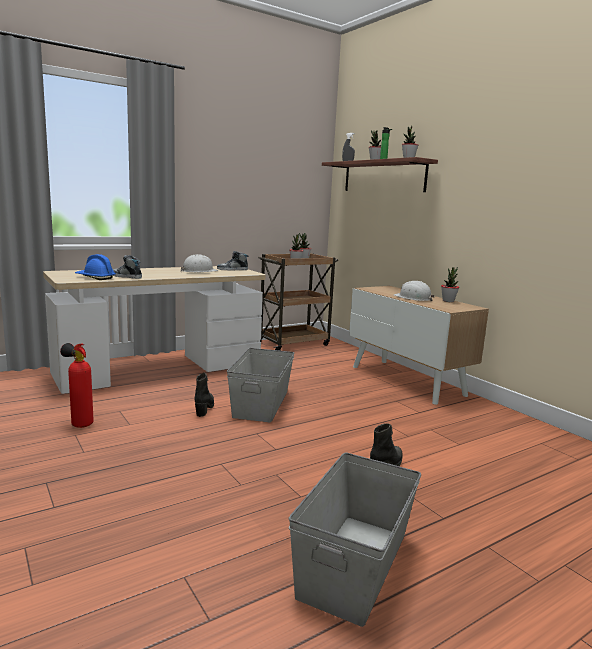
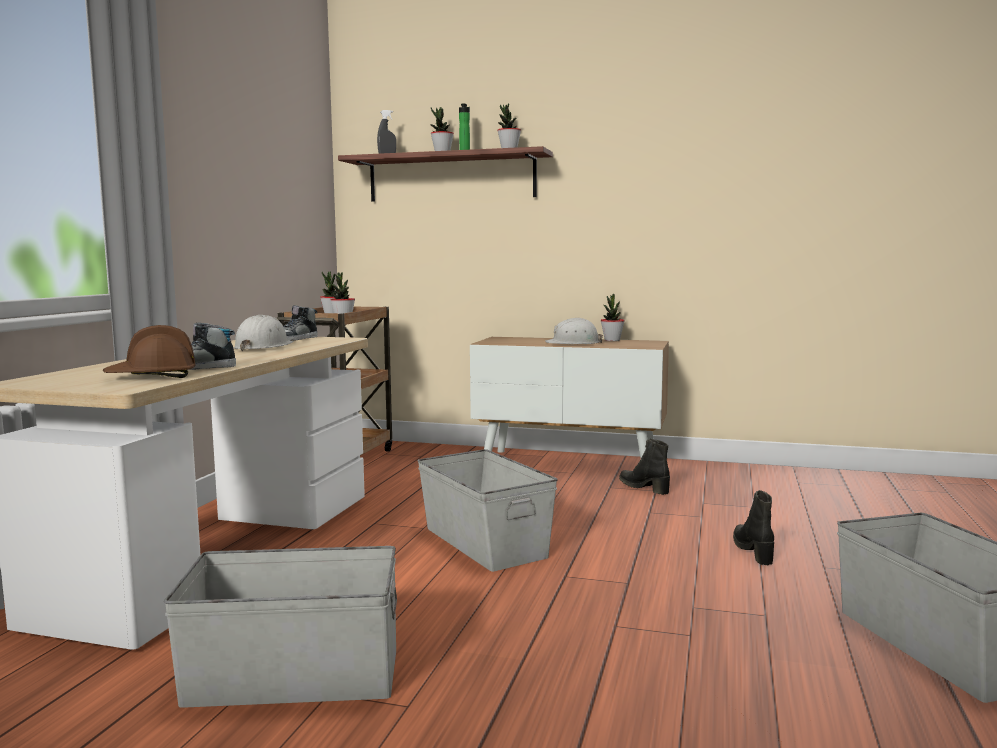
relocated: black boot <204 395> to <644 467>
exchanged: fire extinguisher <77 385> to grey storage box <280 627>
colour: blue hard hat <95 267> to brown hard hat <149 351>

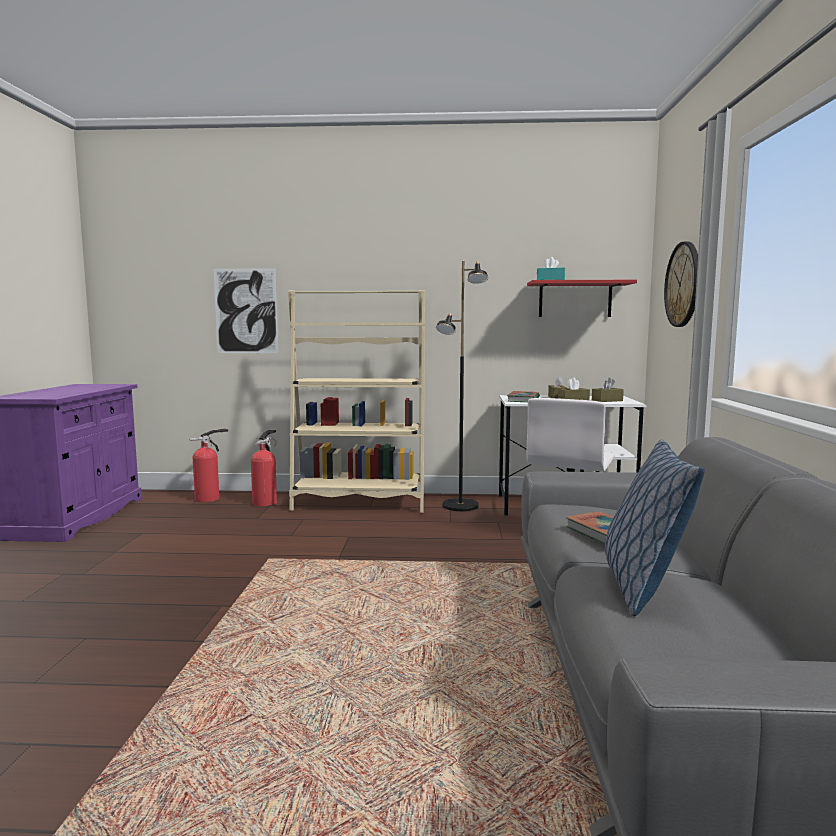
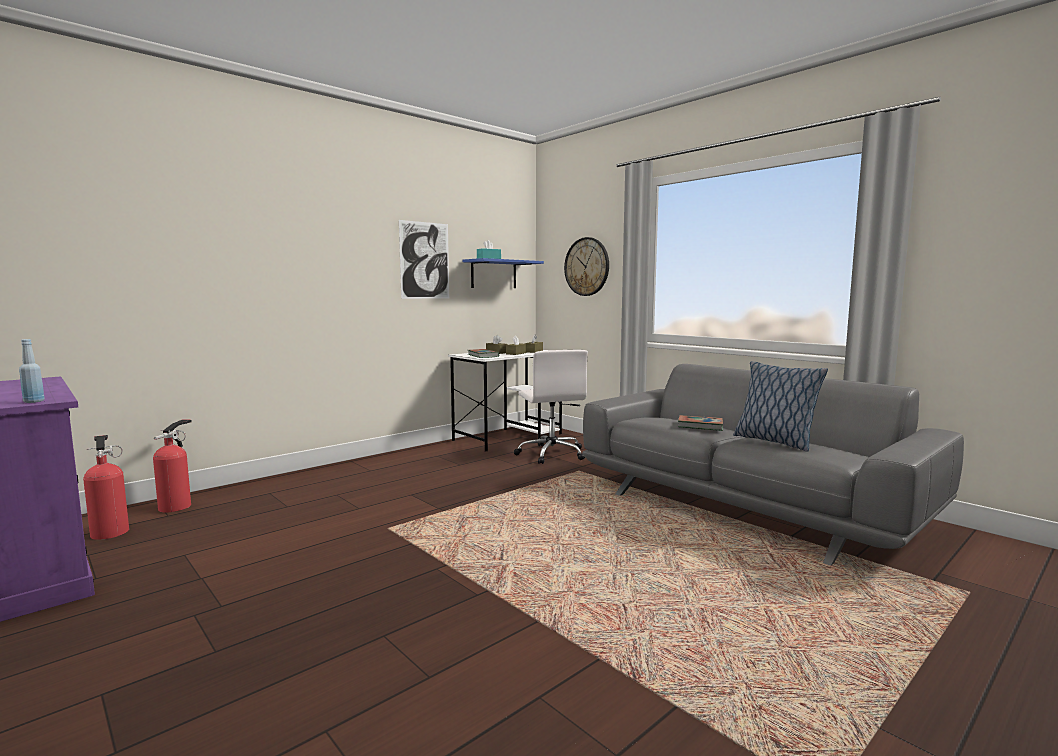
missing: beige bookcase <356 401>; black floor lamp <462 386>
appeared: blue bottle <32 371>
relocated: picture <246 311> to <424 259>; fire extinguisher <264 468> to <106 487>
colour: red shelf <582 298> to blue shelf <503 273>

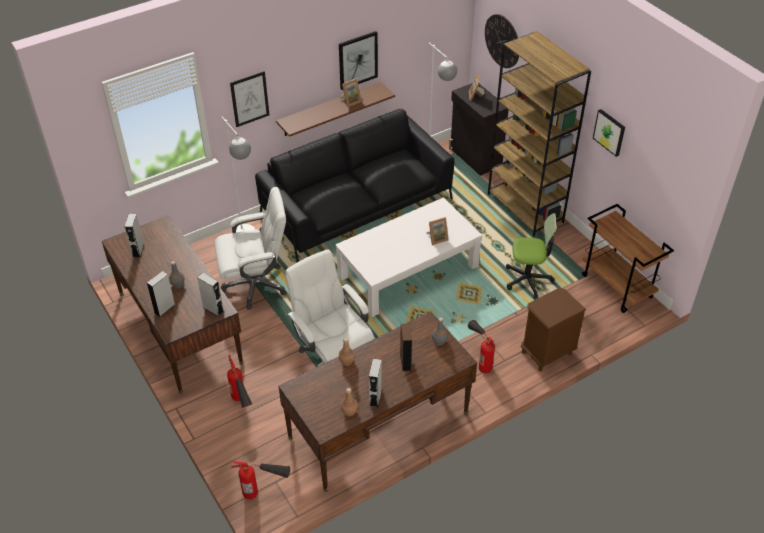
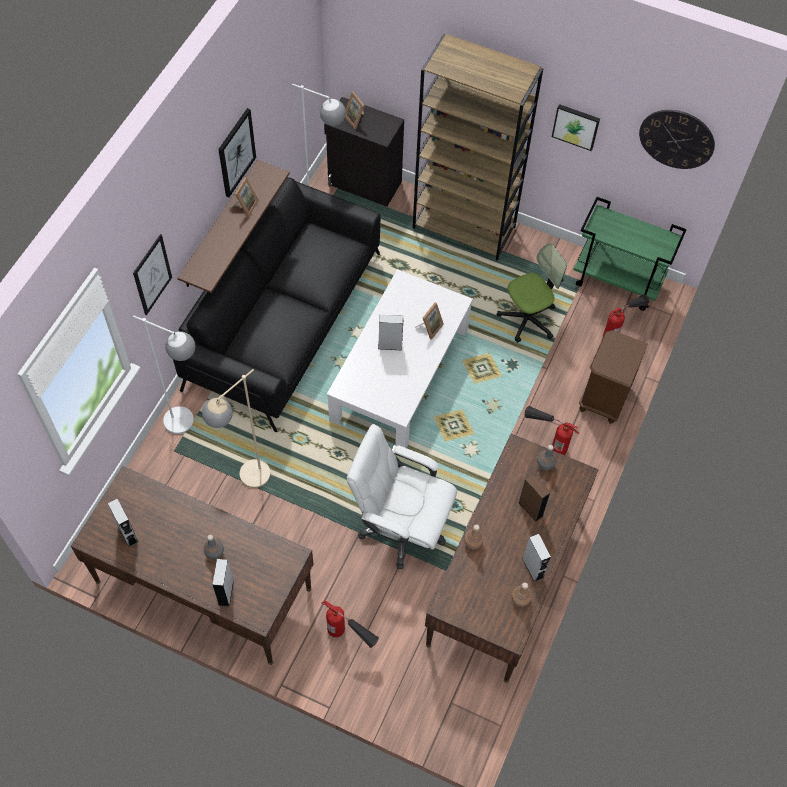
relocated: grey speaker <210 295> to <390 332>; fire extinguisher <260 480> to <626 316>; wall clock <502 41> to <677 139>
exchanged: white office chair <251 248> to beige floor lamp <236 428>
colour: brown cart <628 258> to green cart <630 254>

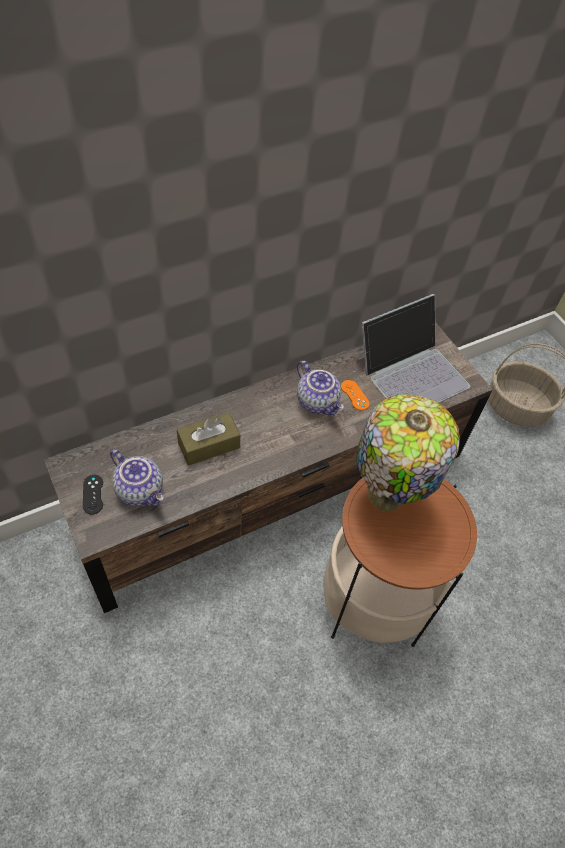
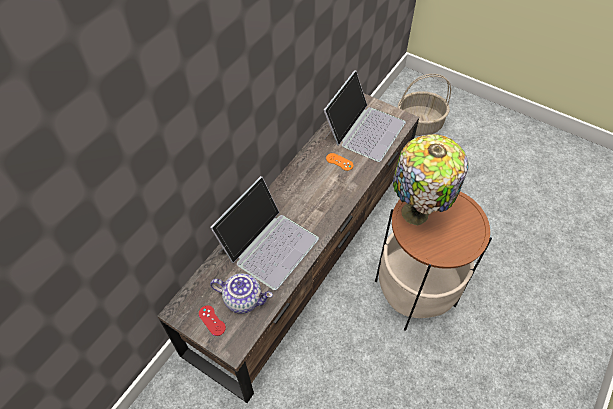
missing: teapot <320 388>
exchanged: brown tissue box <208 439> to laptop <264 233>
colour: black game controller <93 495> to red game controller <212 321>

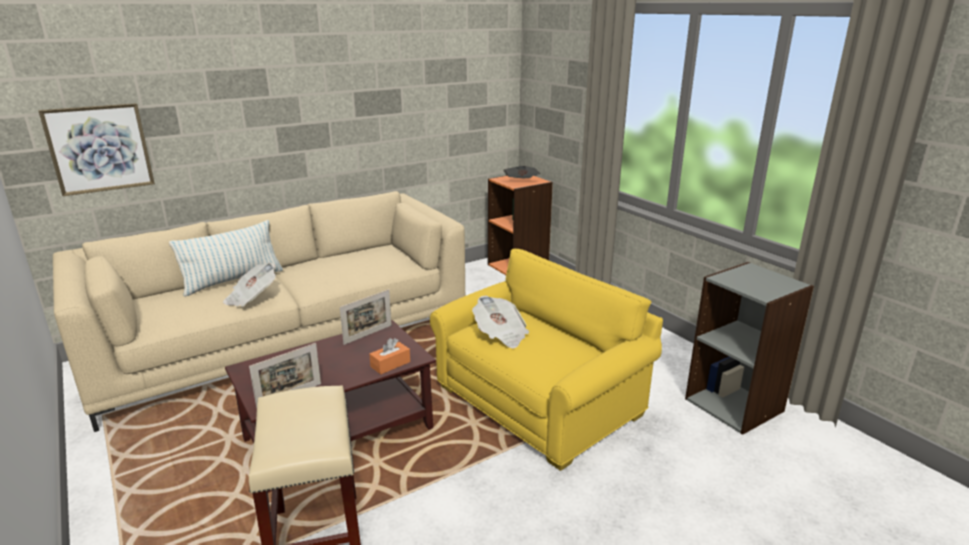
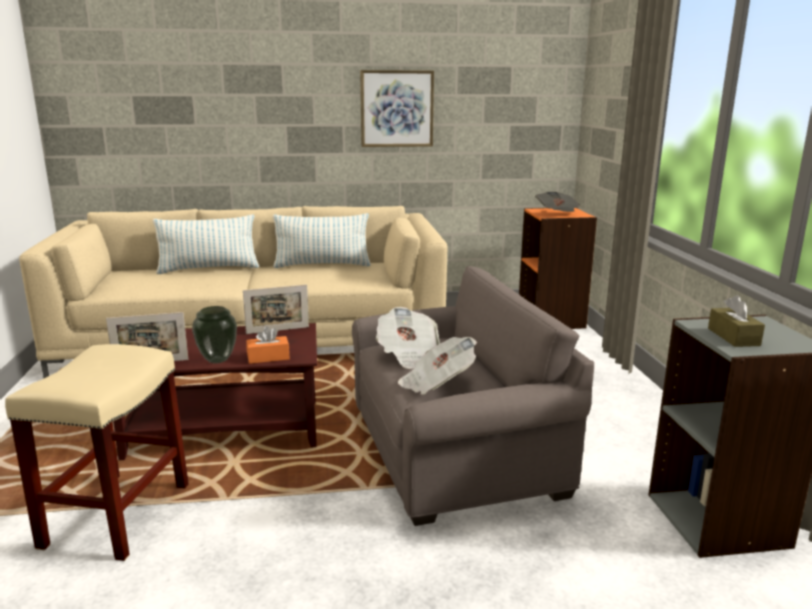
appeared: vase <214 335>; pillow <322 240>; brown tissue box <736 321>
relocated: picture <97 149> to <397 108>; newspaper <249 285> to <437 366>
colour: yellow armchair <546 360> to grey armchair <473 396>

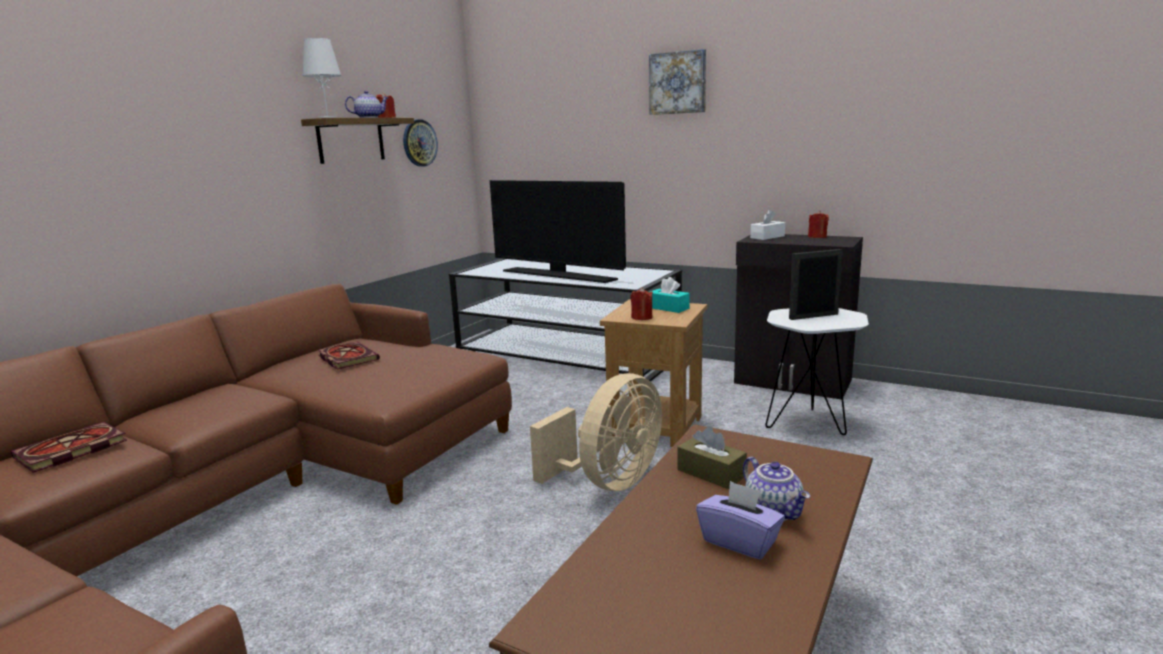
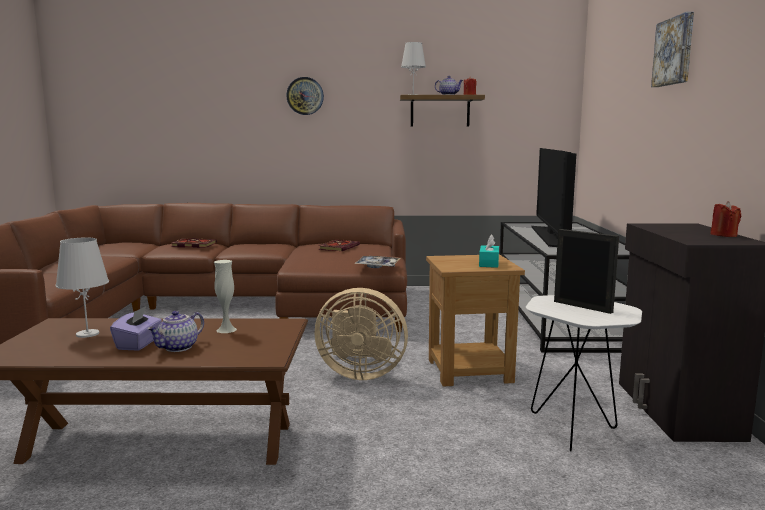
missing: red candle <642 303>; white tissue box <767 225>
appeared: white table lamp <82 287>; tray <377 262>
relocated: wall clock <420 143> to <305 96>
exchanged: brown tissue box <712 457> to white vase <225 296>

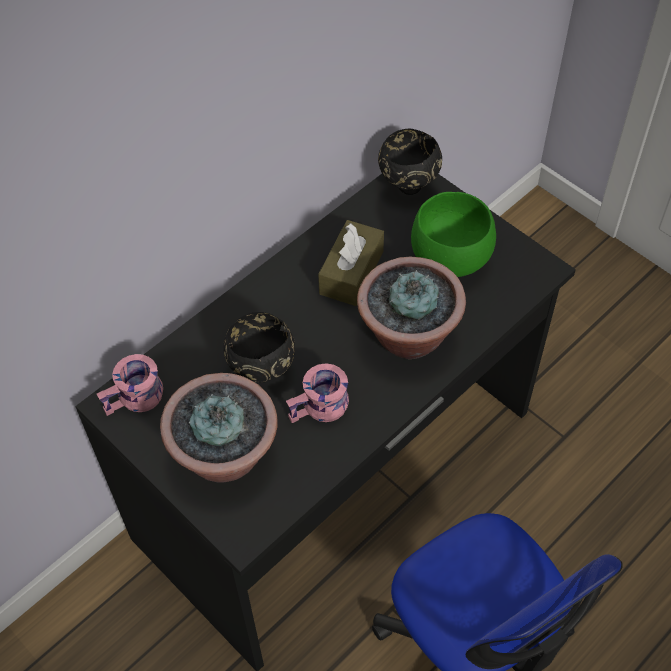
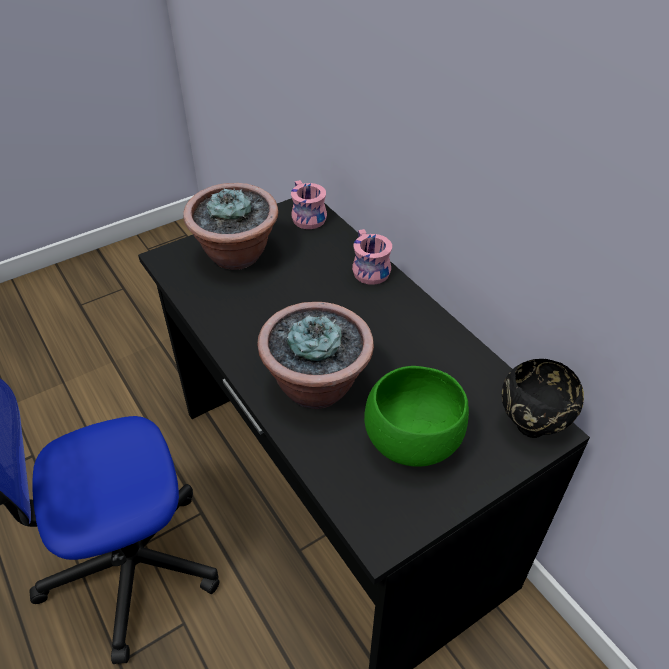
missing: black bowl <259 347>; brown tissue box <351 263>
relocated: pink mug <317 393> to <372 257>

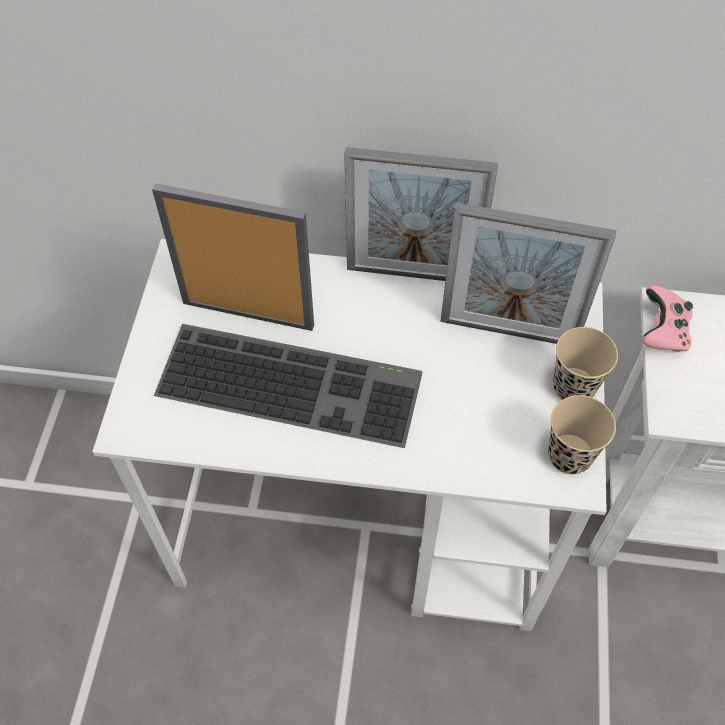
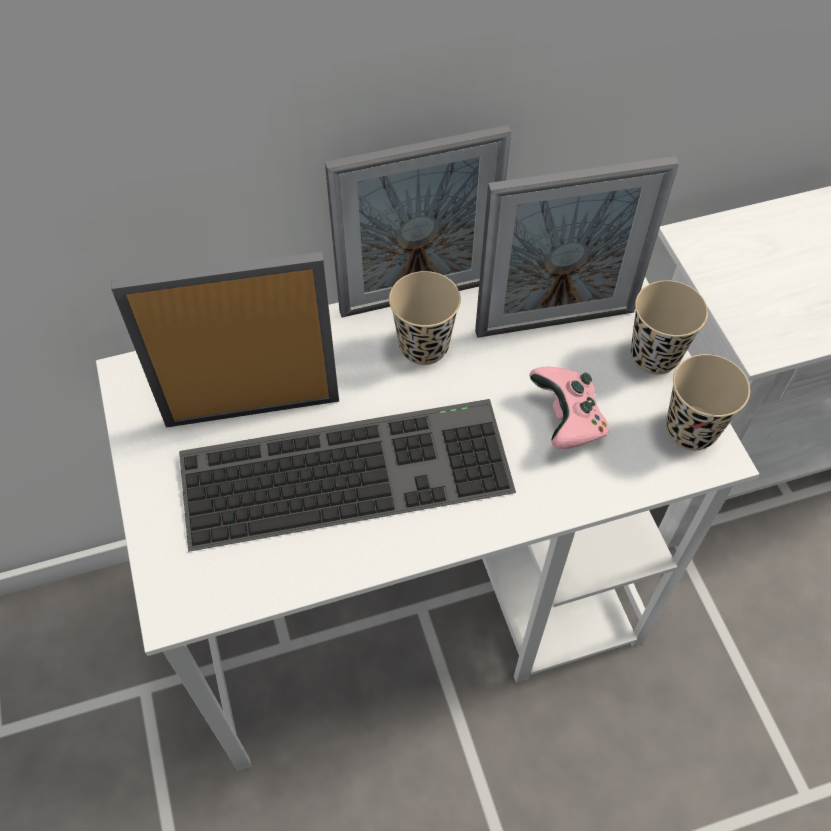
appeared: beige cup <425 318>
relocated: pink game controller <667 318> to <568 408>

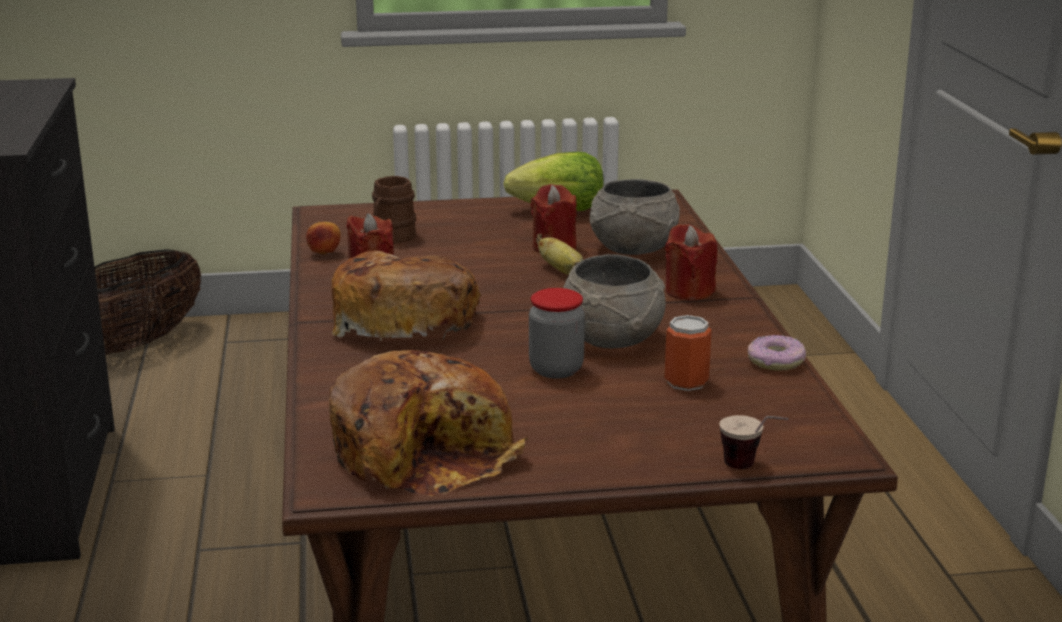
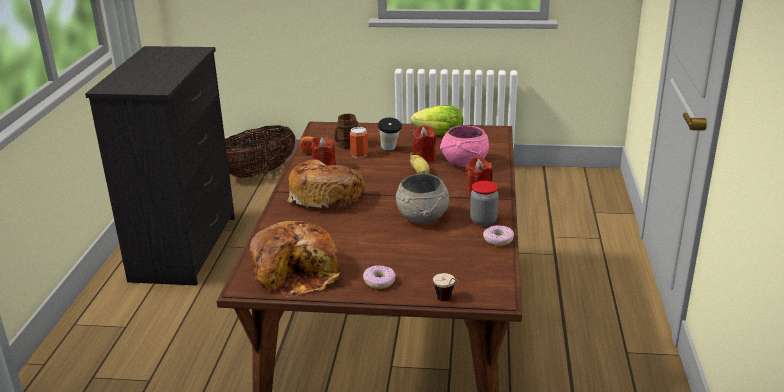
appeared: donut <379 277>; cup <390 134>
relocated: jar <557 333> to <484 203>; can <688 353> to <359 142>
colour: grey bowl <635 217> to pink bowl <464 146>

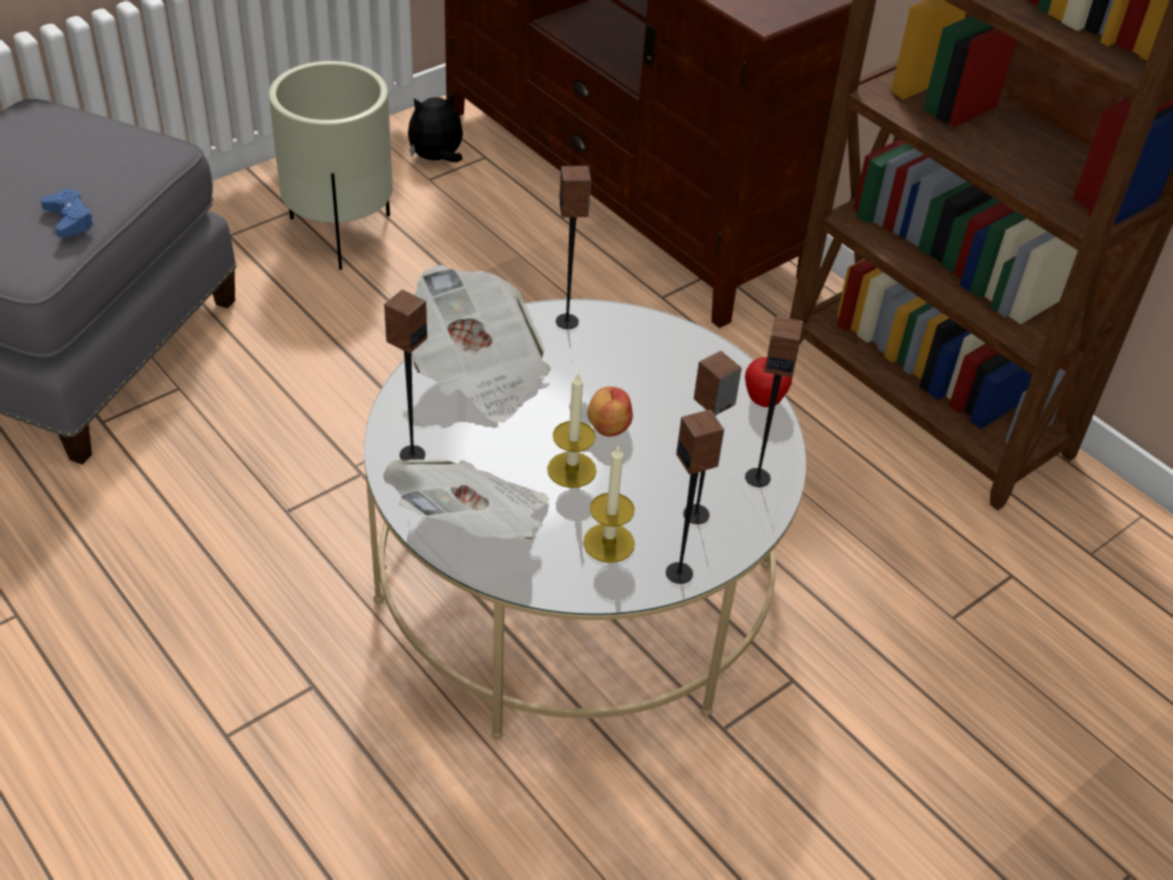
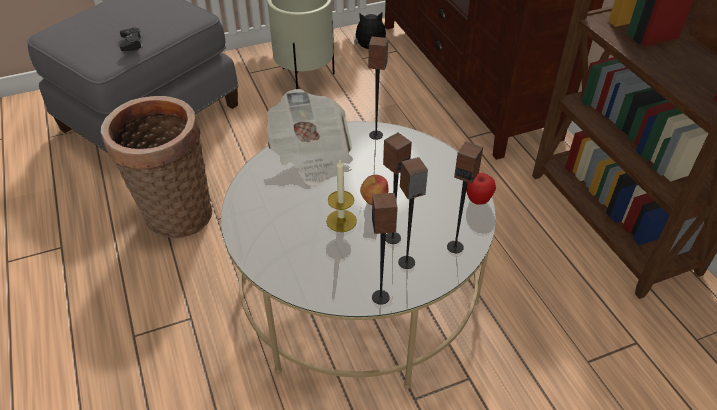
missing: newspaper <466 499>; candle <609 504>
appeared: basket <157 167>
relocated: speaker <405 375> to <397 188>
colour: blue game controller <68 213> to black game controller <131 39>

